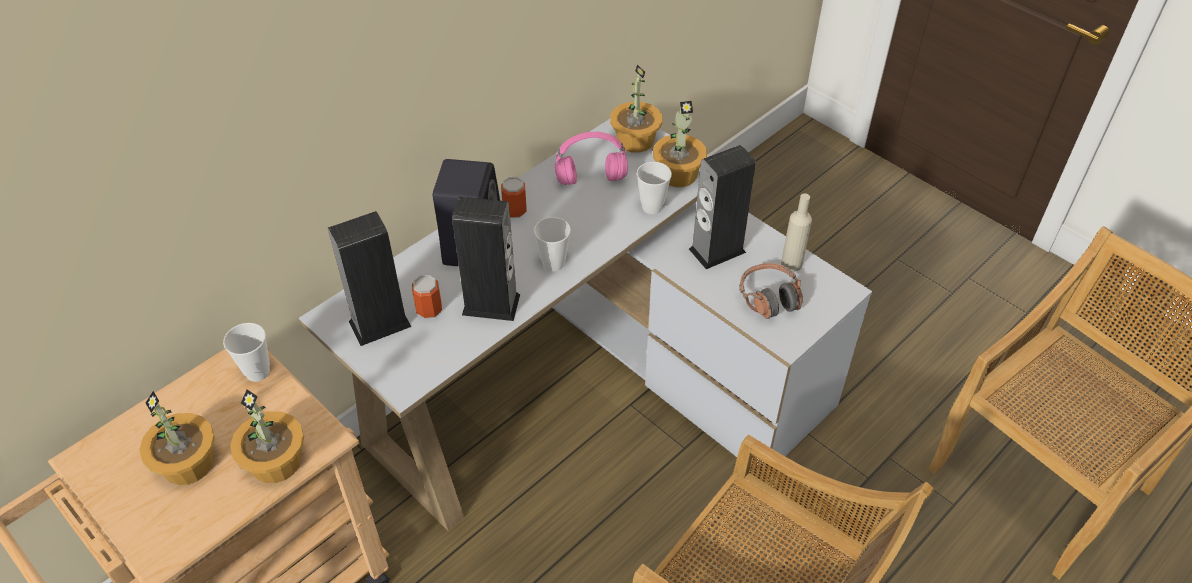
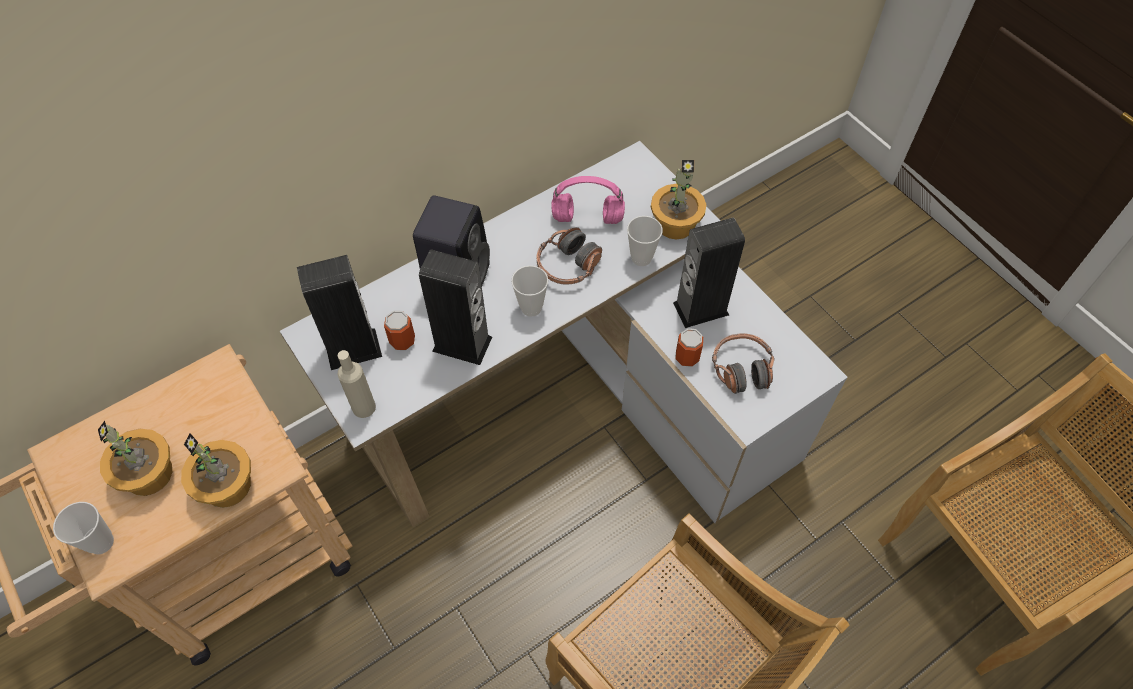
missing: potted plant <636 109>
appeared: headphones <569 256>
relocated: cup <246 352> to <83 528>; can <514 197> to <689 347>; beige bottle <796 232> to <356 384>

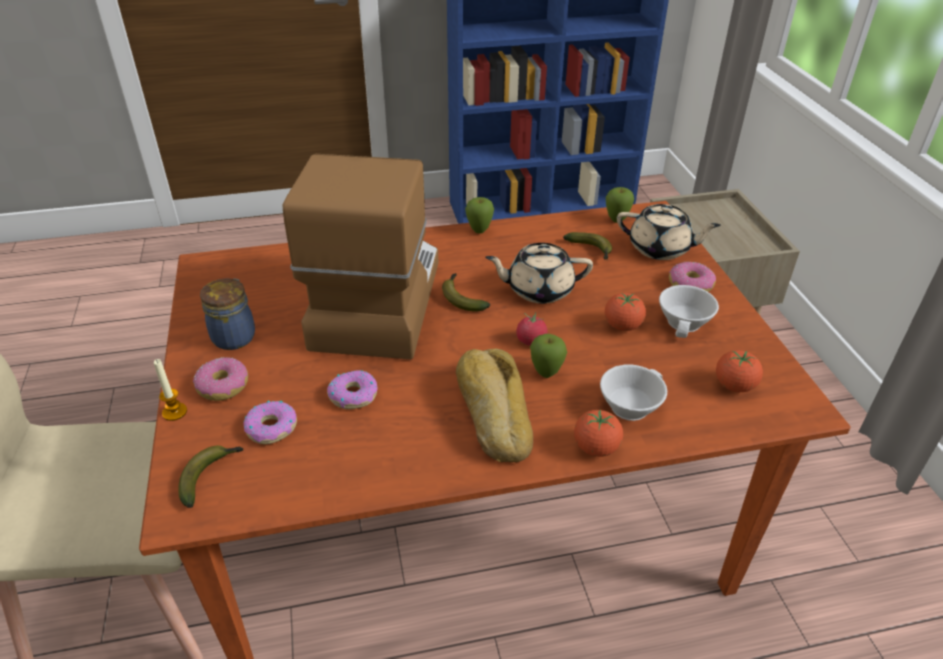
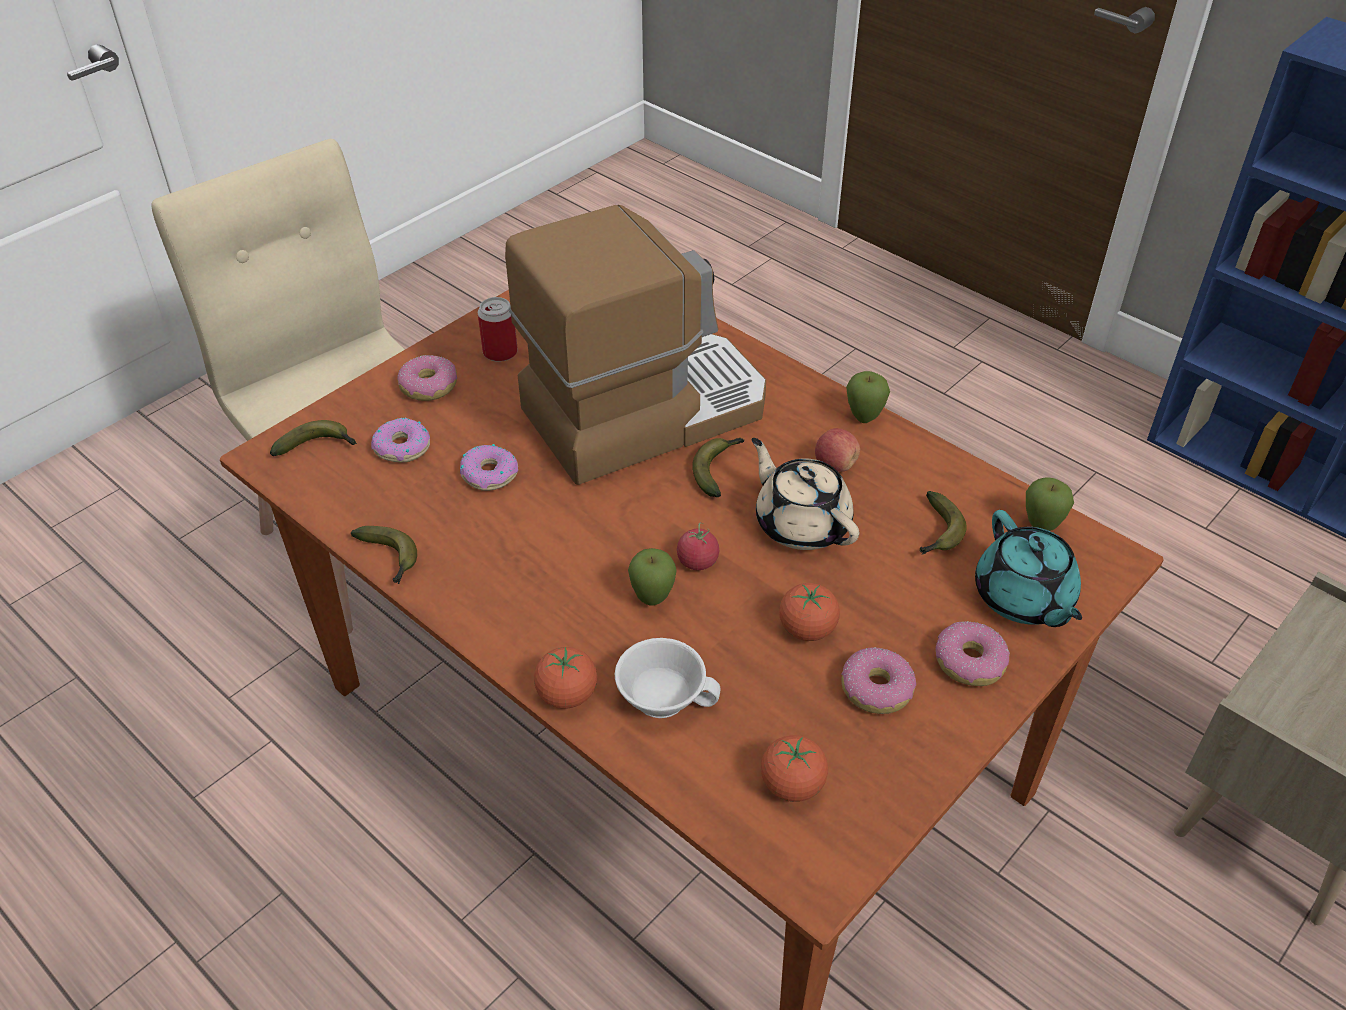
missing: candle <170 390>; bread <494 405>
appeared: banana <384 555>; apple <837 450>
exchanged: jar <227 314> to can <498 329>; white cup <689 311> to donut <878 680>
colour: beige teapot <669 232> to turquoise teapot <1028 568>

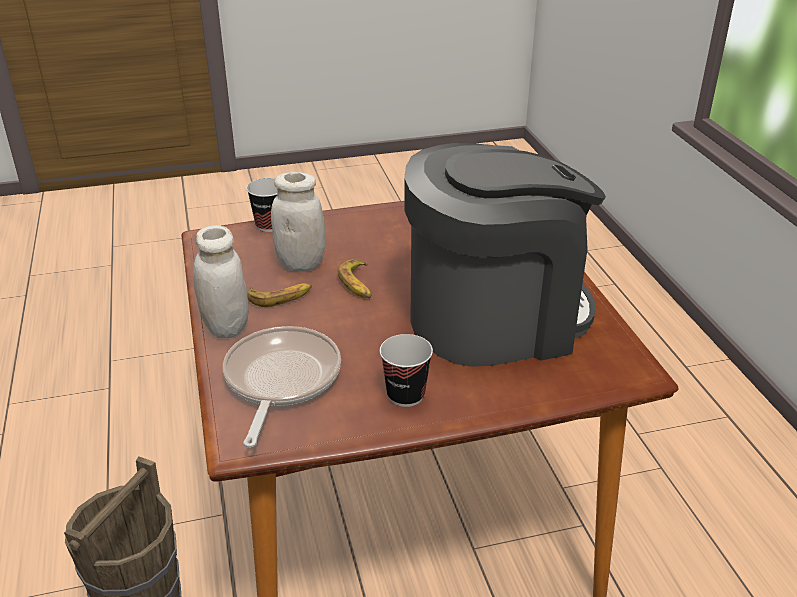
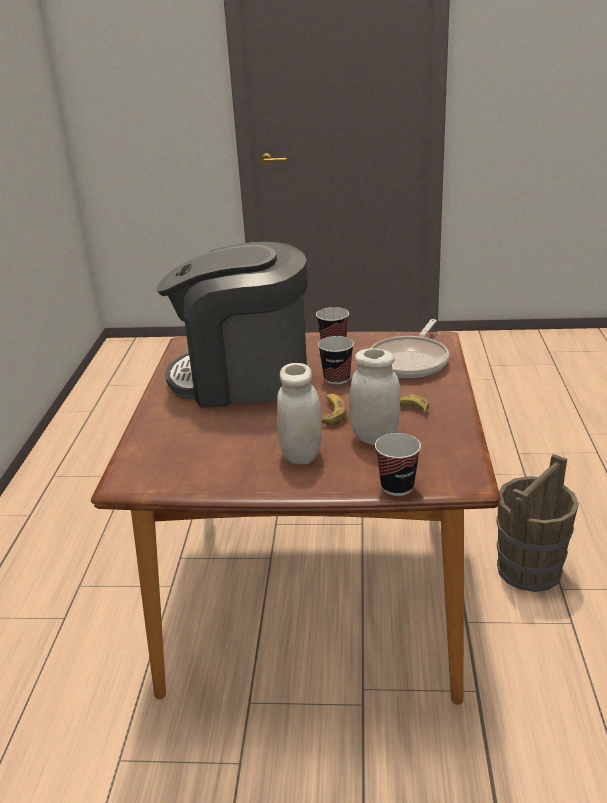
appeared: cup <336 360>
relocated: white jar <221 281> to <299 413>

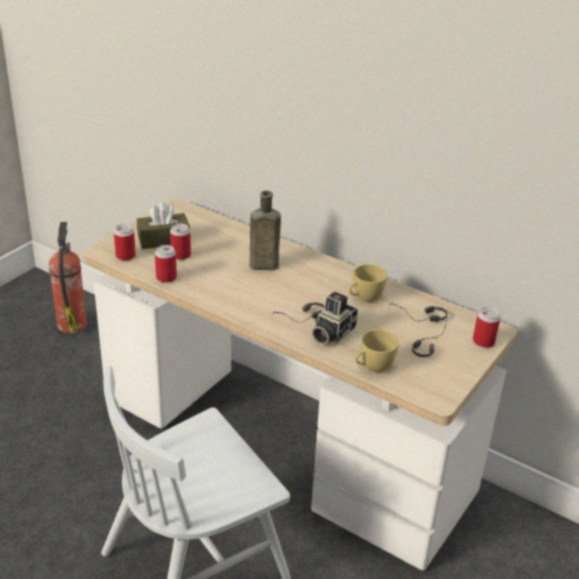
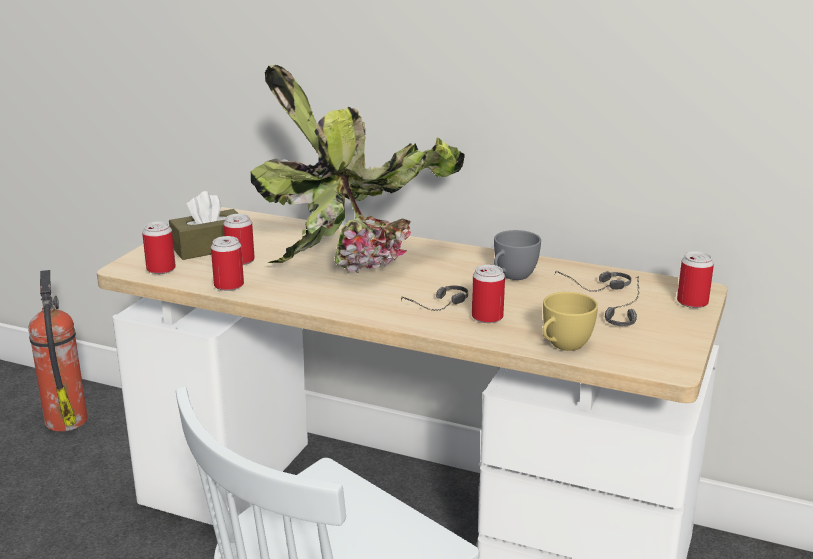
exchanged: brown bottle <265 230> to potted plant <358 169>; photo camera <335 318> to can <488 293>
colour: yellow cup <368 283> to grey cup <517 255>

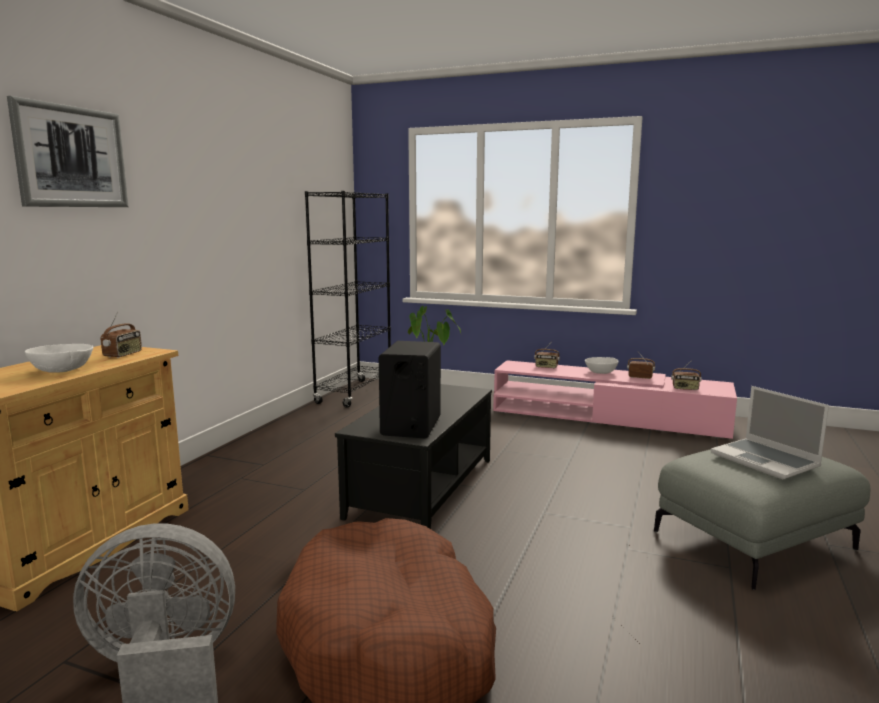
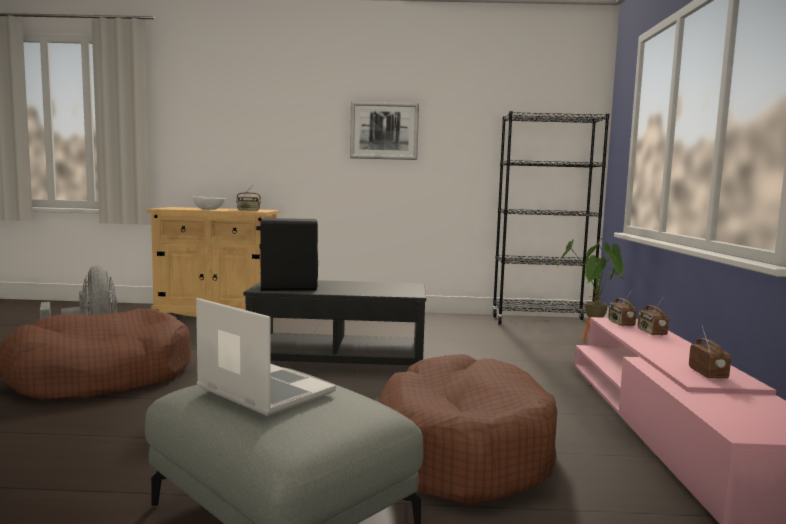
missing: white bowl <602 365>
appeared: brown dog bed <467 429>
relocated: picture <67 151> to <384 130>; radio <686 375> to <622 308>
spun: laptop <770 432> = <266 357> 90 degrees clockwise

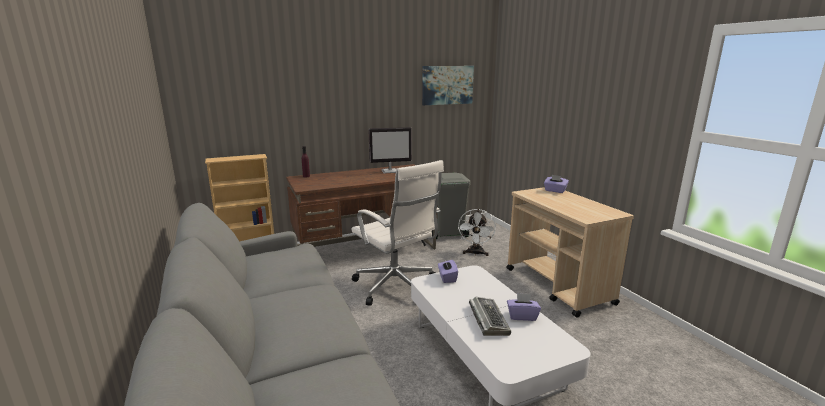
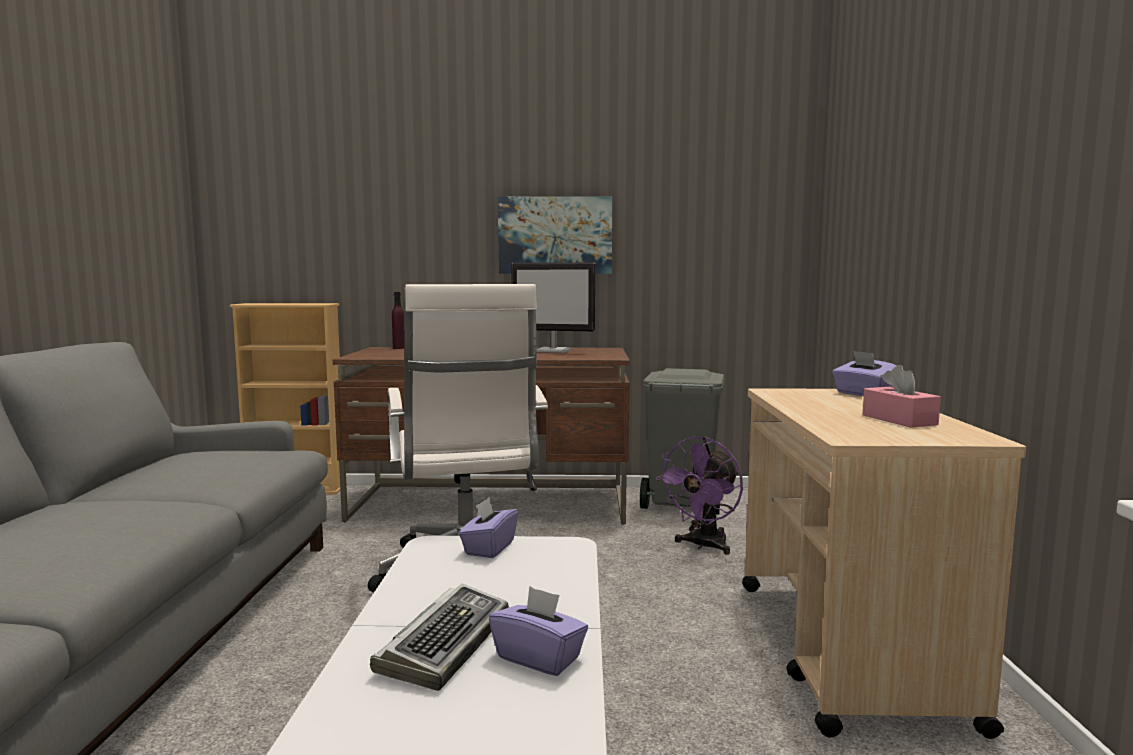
appeared: pink tissue box <902 396>
relocated: picture <448 85> to <555 235>
colour: white fan <477 232> to purple fan <699 496>

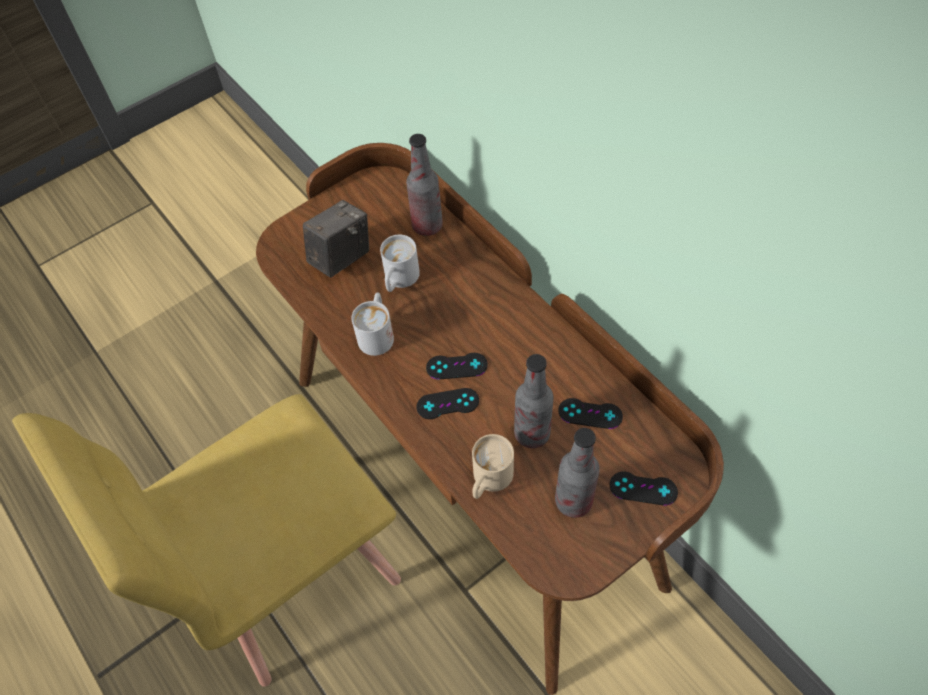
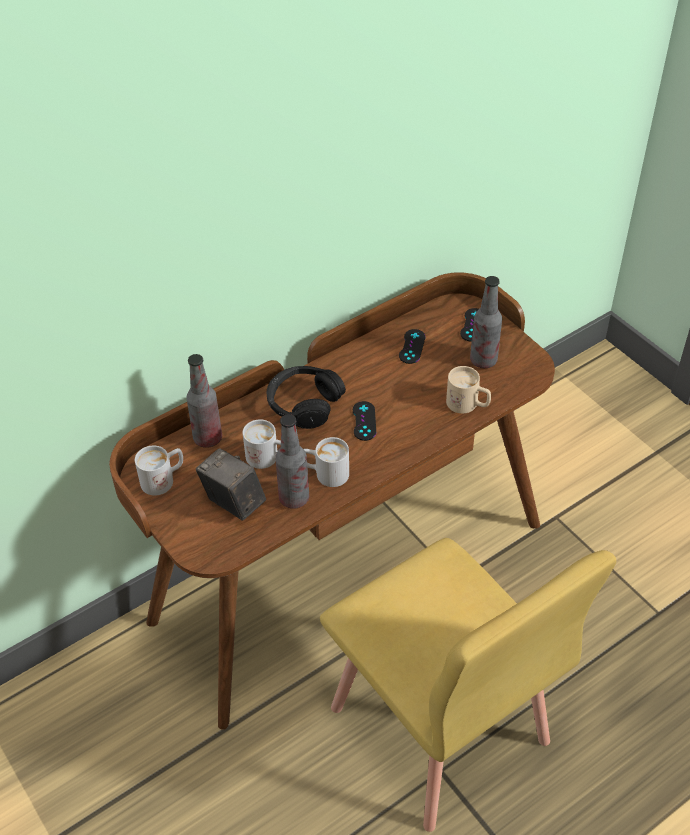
missing: black game controller <448 403>
appeared: white mug <159 470>; black headphones <306 397>
relocated: bottle <533 401> to <292 461>

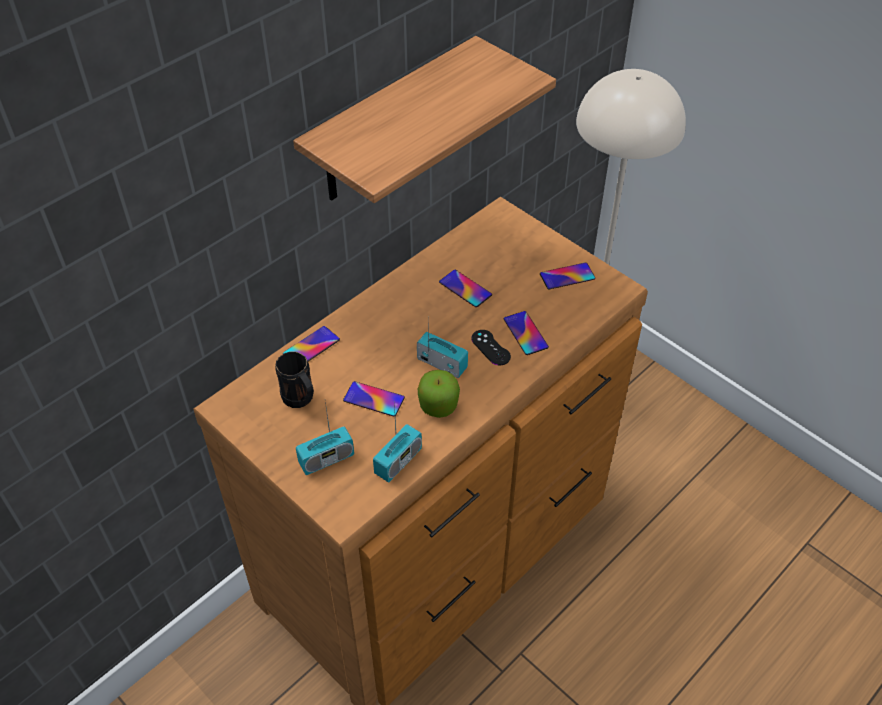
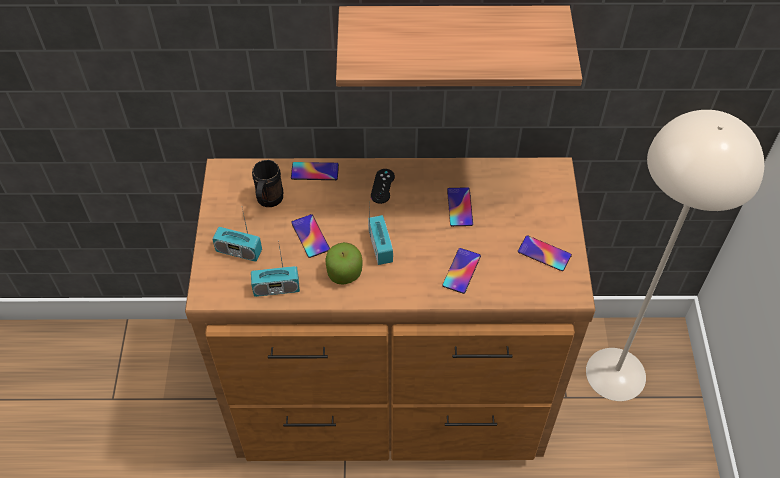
relocated: black game controller <491 347> to <383 186>

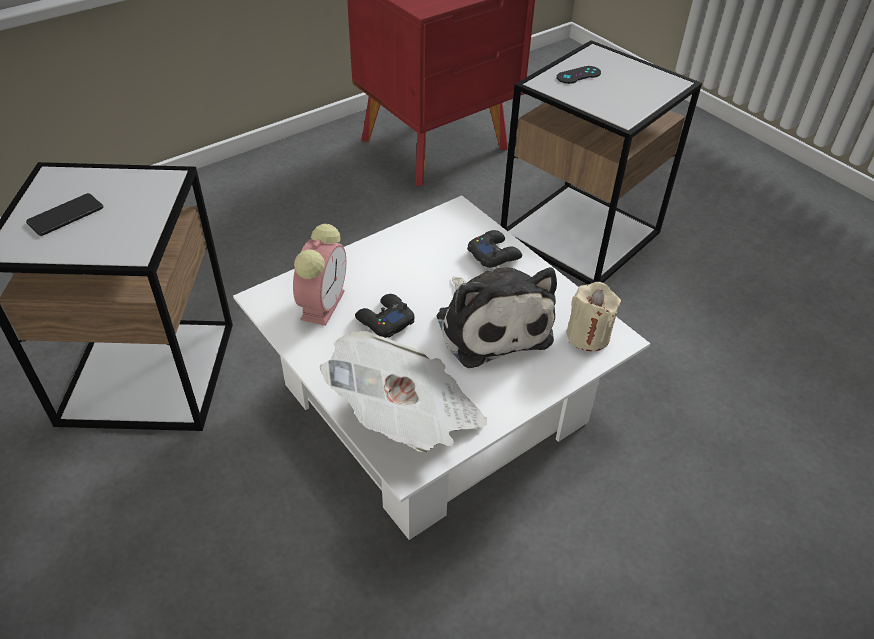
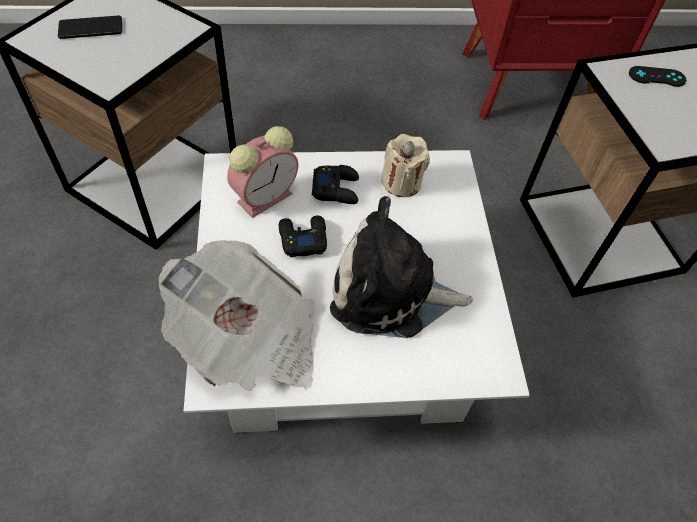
relocated: black game controller <494 249> to <335 184>; beige candle <593 316> to <405 165>
spun: plush toy <496 317> = <401 267> 90 degrees clockwise

